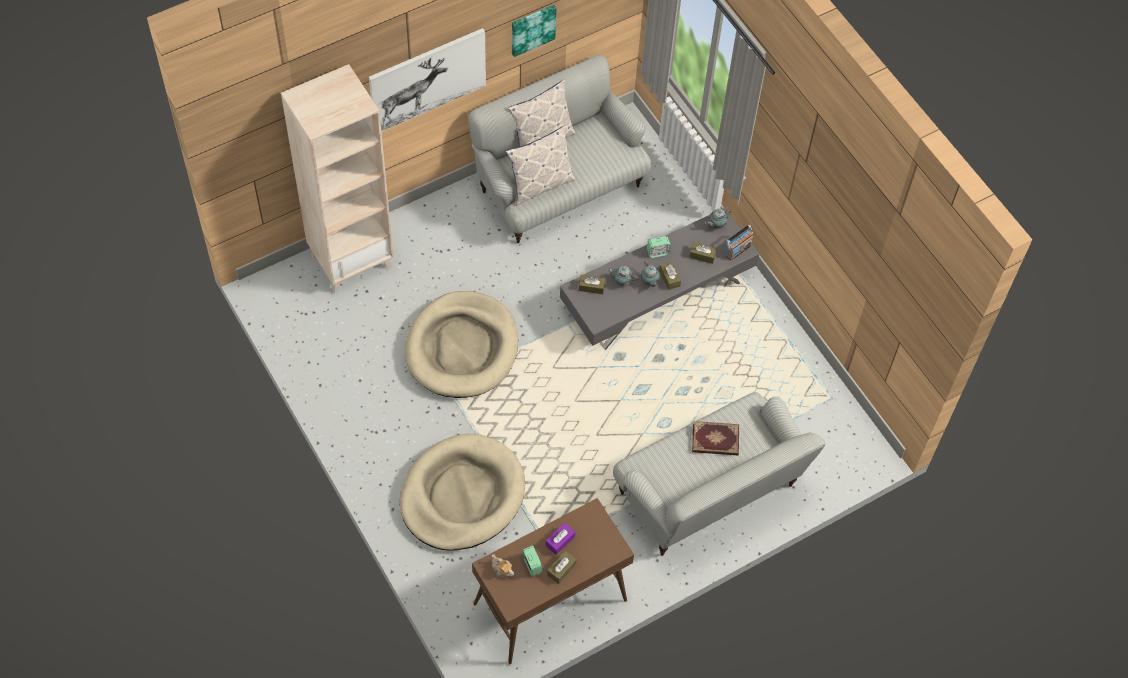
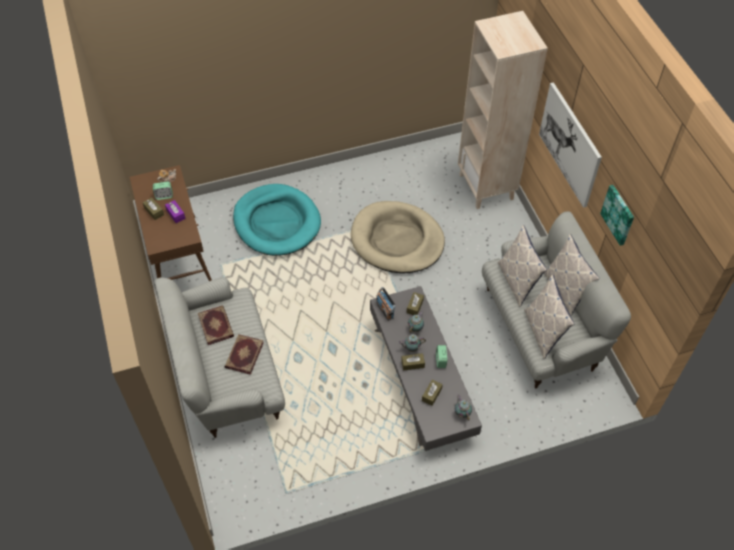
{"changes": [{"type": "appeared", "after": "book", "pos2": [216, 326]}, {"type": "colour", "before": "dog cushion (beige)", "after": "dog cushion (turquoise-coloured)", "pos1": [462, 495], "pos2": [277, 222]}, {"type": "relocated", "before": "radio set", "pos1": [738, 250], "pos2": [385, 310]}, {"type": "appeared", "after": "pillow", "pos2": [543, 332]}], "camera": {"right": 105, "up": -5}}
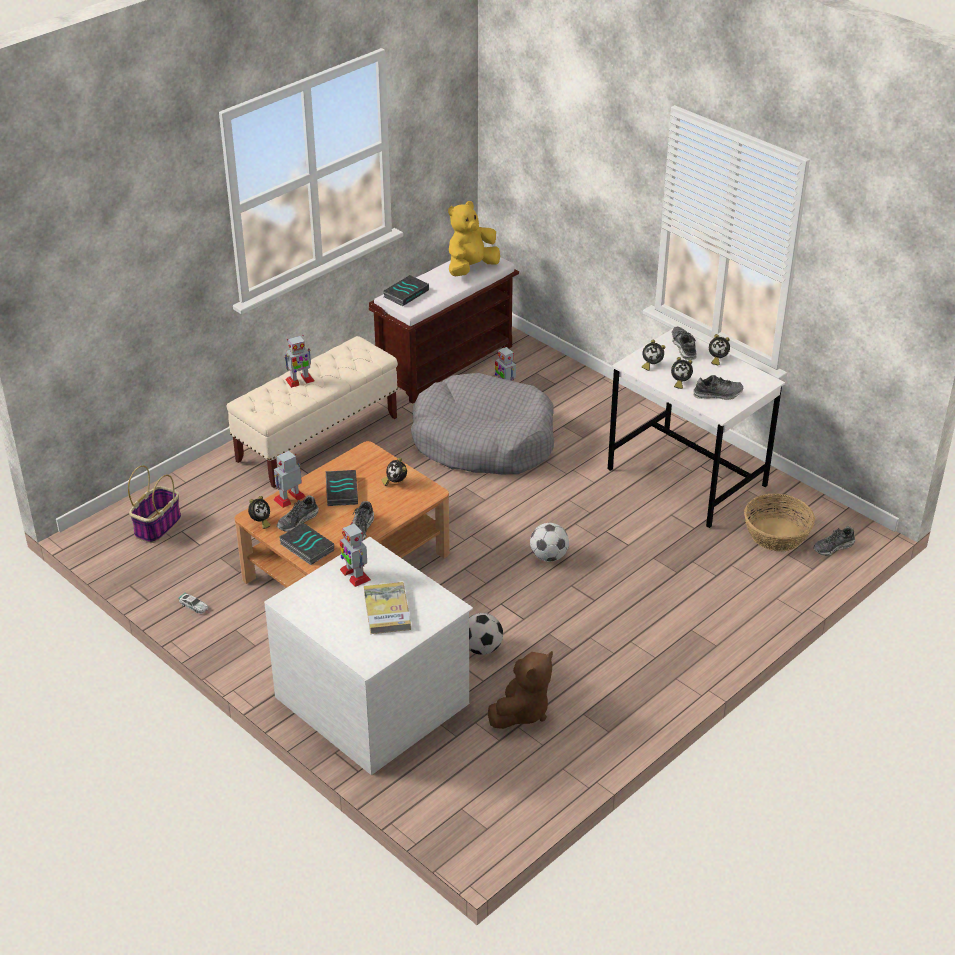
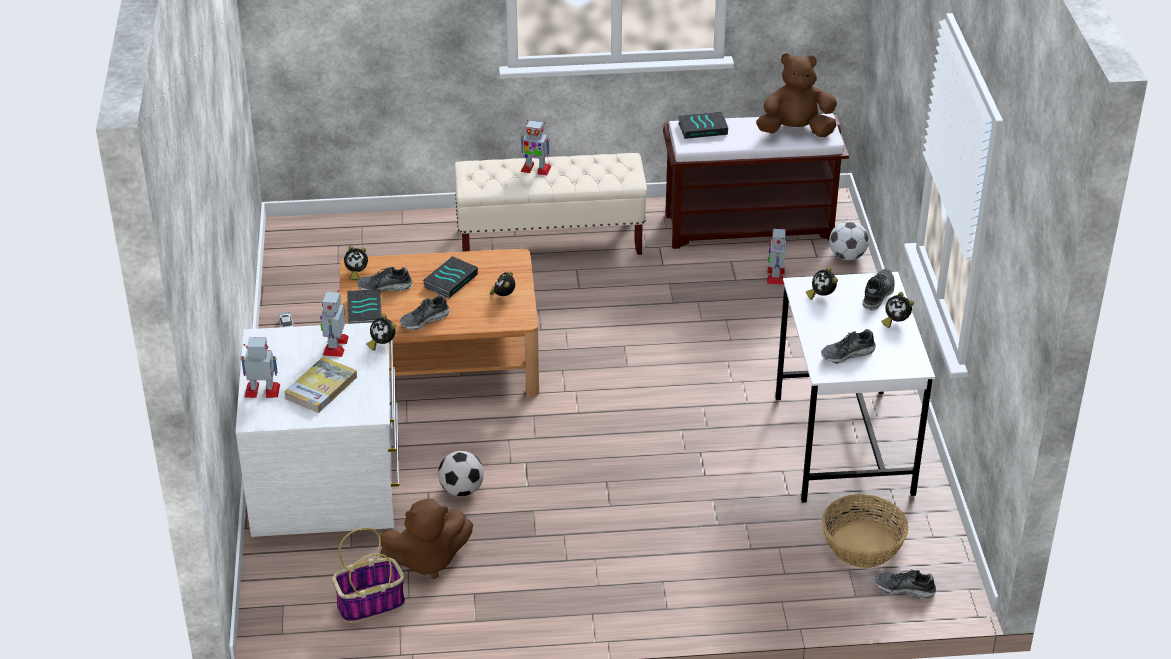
{"changes": [{"type": "relocated", "before": "robot figure", "pos1": [289, 498], "pos2": [263, 390]}, {"type": "relocated", "before": "storage basket", "pos1": [158, 526], "pos2": [371, 603]}, {"type": "relocated", "before": "alarm clock", "pos1": [679, 382], "pos2": [382, 344]}, {"type": "colour", "before": "cuddly toy (yellow-coloured)", "after": "cuddly toy (brownish)", "pos1": [471, 268], "pos2": [795, 131]}, {"type": "spun", "before": "item of footwear", "pos1": [717, 394], "pos2": [847, 354], "turn": 120}, {"type": "relocated", "before": "football", "pos1": [548, 556], "pos2": [847, 256]}, {"type": "missing", "before": "dog cushion (grey)", "pos1": [483, 441]}], "camera": {"right": 40, "up": 0}}
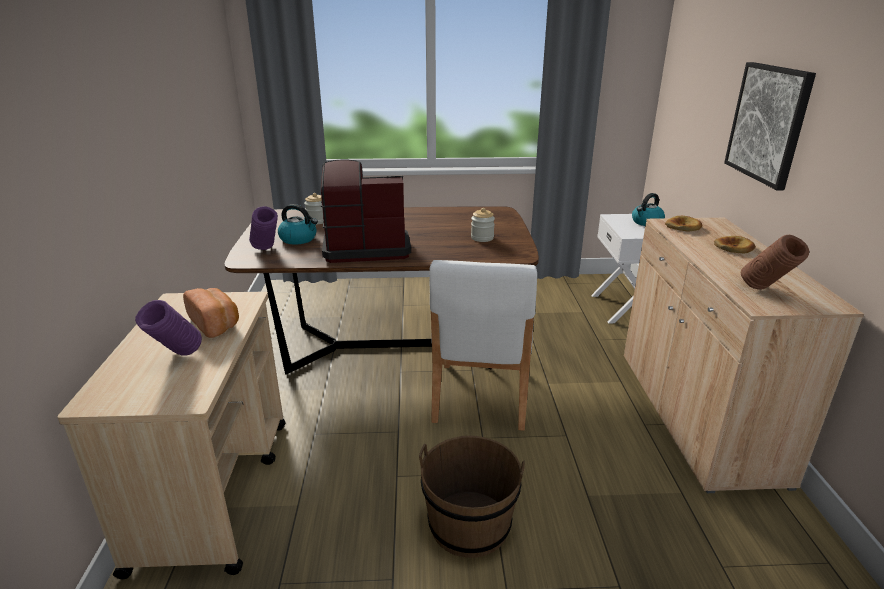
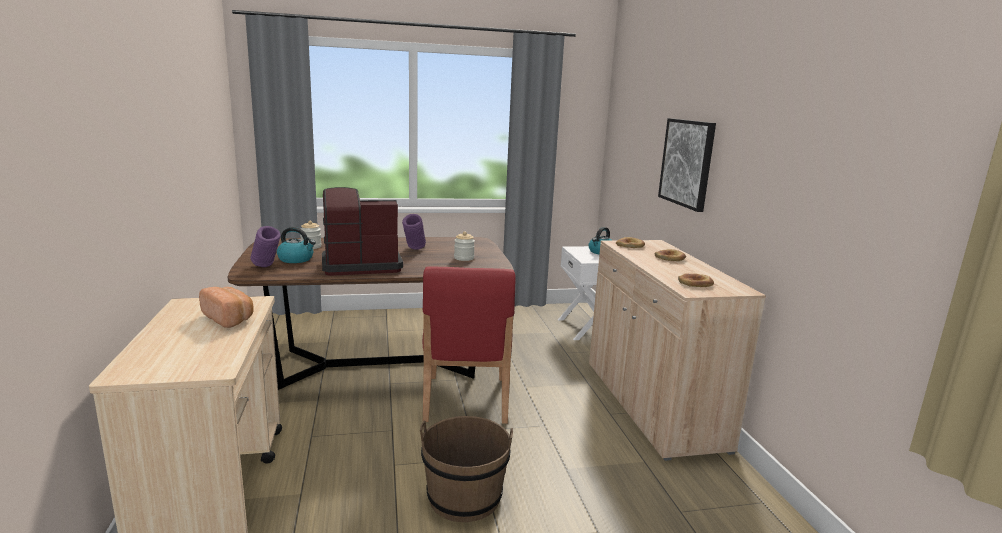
{"changes": [{"type": "relocated", "before": "vase (purplish)", "pos1": [177, 358], "pos2": [414, 250]}, {"type": "colour", "before": "plain chair (white)", "after": "plain chair (reddish)", "pos1": [480, 396], "pos2": [465, 399]}, {"type": "exchanged", "before": "vase (brownish)", "after": "bread", "pos1": [765, 291], "pos2": [695, 283]}], "camera": {"right": -10, "up": -10}}
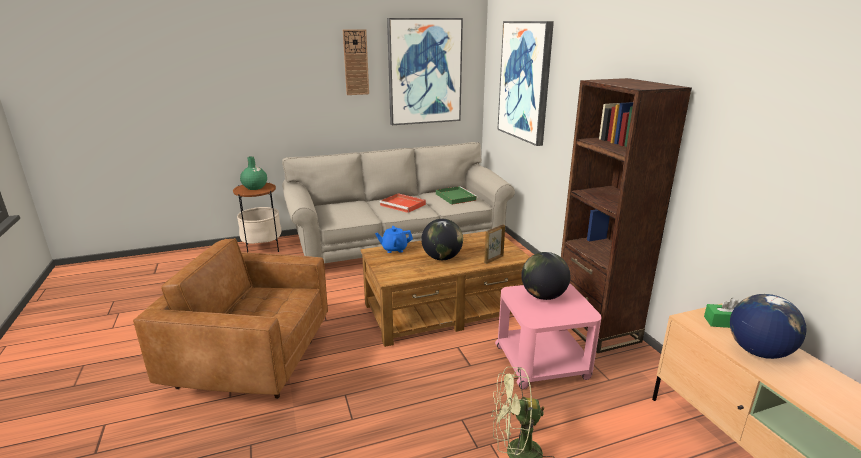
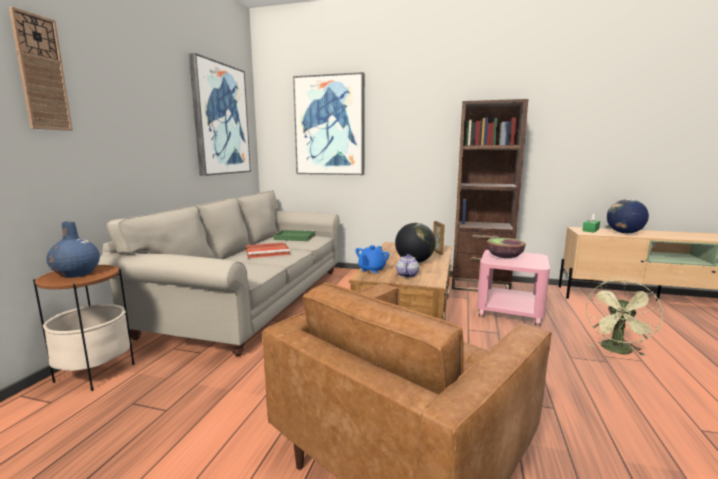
{"changes": [{"type": "relocated", "before": "hanging clock", "pos1": [356, 62], "pos2": [41, 73]}, {"type": "colour", "before": "vase (greenish)", "after": "vase (blue)", "pos1": [255, 187], "pos2": [77, 274]}, {"type": "appeared", "after": "pot for tea", "pos2": [407, 275]}, {"type": "exchanged", "before": "desk globe", "after": "deep dish", "pos1": [543, 296], "pos2": [504, 257]}], "camera": {"right": -55, "up": -10}}
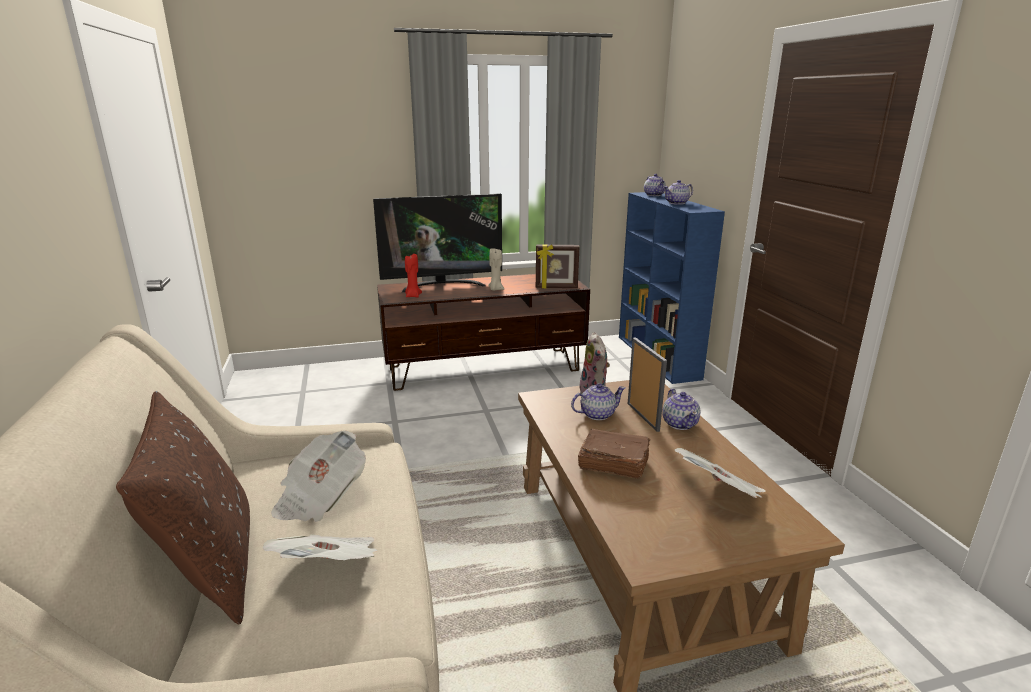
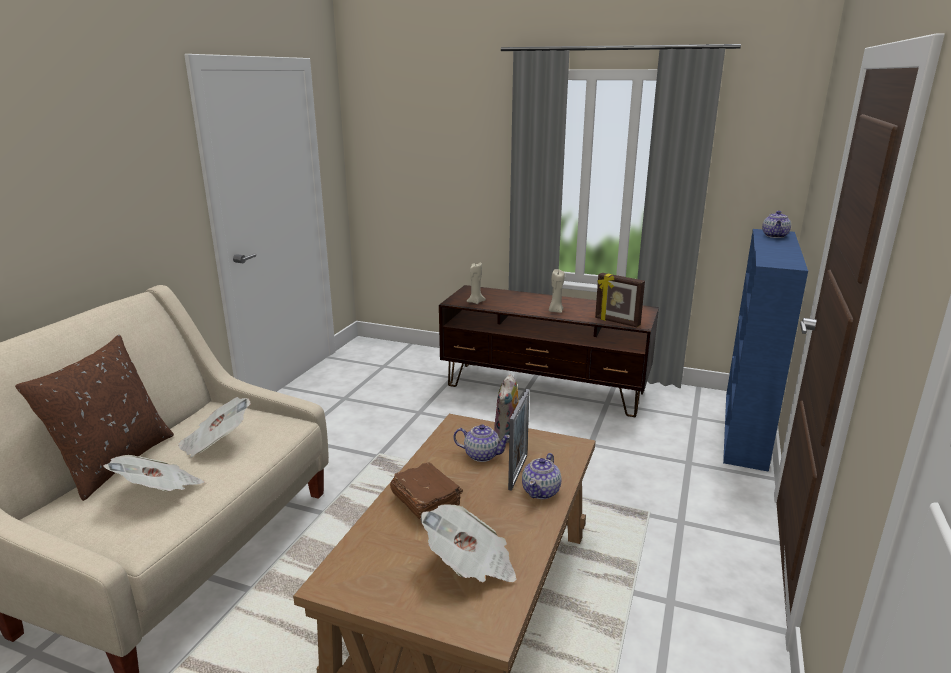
{"changes": [{"type": "colour", "before": "wax light (reddish)", "after": "wax light (beige)", "pos1": [413, 296], "pos2": [475, 302]}, {"type": "missing", "before": "TV set", "pos1": [442, 285]}, {"type": "missing", "before": "pot for tea", "pos1": [677, 203]}], "camera": {"right": 35, "up": 0}}
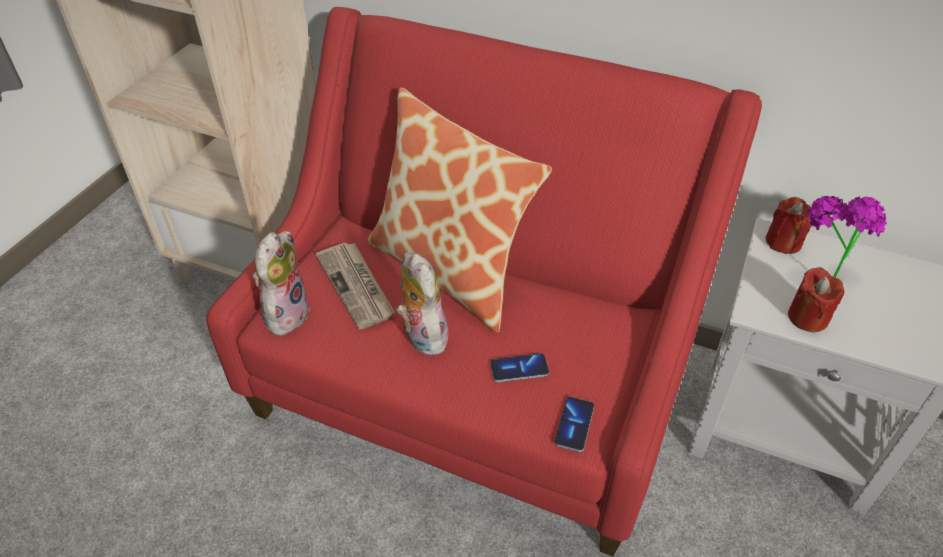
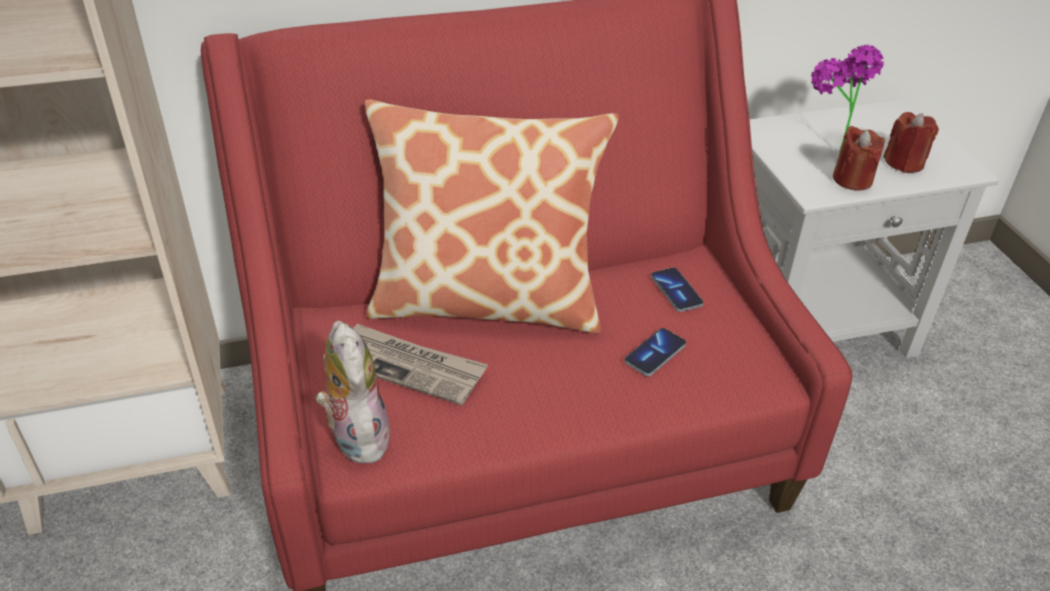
{"changes": [{"type": "relocated", "before": "phone", "pos1": [574, 425], "pos2": [676, 291]}, {"type": "relocated", "before": "wax light (reddish)", "pos1": [783, 242], "pos2": [904, 163]}, {"type": "missing", "before": "cuddly toy", "pos1": [422, 335]}], "camera": {"right": -40, "up": -5}}
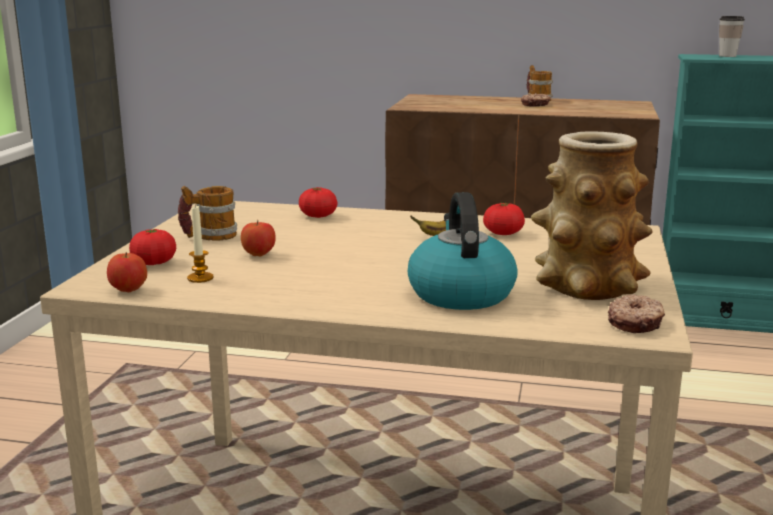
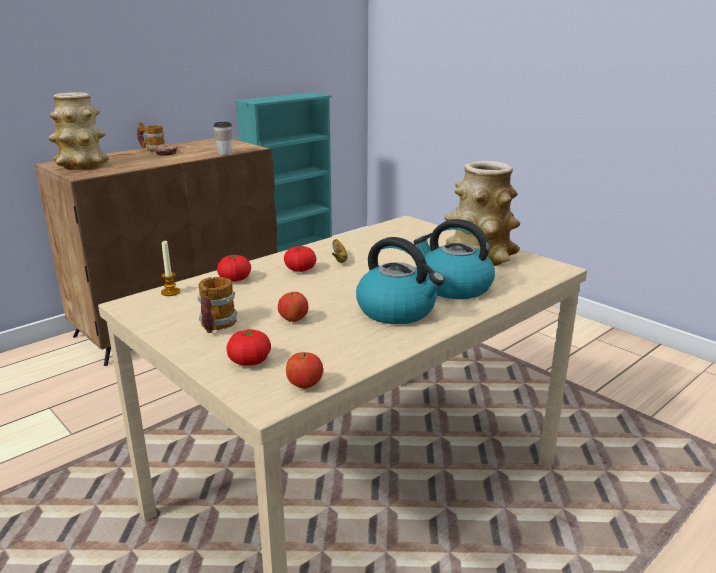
{"changes": [{"type": "appeared", "after": "vase", "pos2": [82, 166]}, {"type": "relocated", "before": "wax light", "pos1": [200, 278], "pos2": [170, 292]}, {"type": "relocated", "before": "drinking cup", "pos1": [727, 56], "pos2": [225, 153]}, {"type": "relocated", "before": "whole tomato", "pos1": [503, 233], "pos2": [300, 269]}, {"type": "appeared", "after": "kettle", "pos2": [397, 311]}, {"type": "missing", "before": "ring doughnut", "pos1": [636, 323]}], "camera": {"right": -55, "up": 5}}
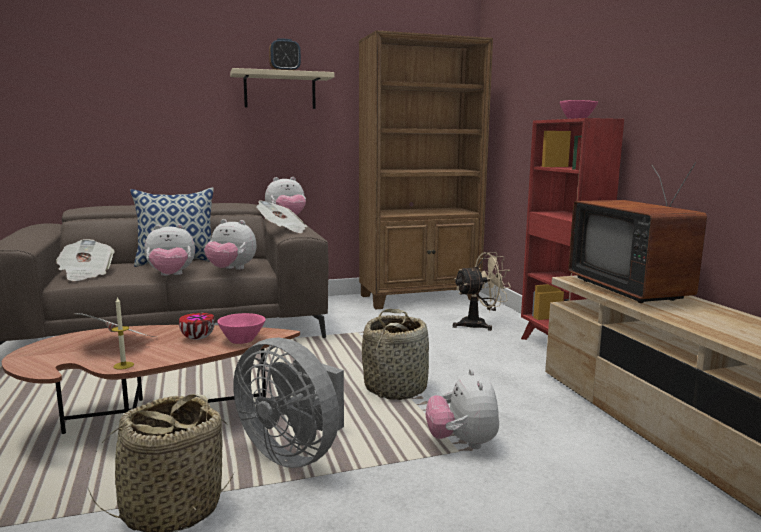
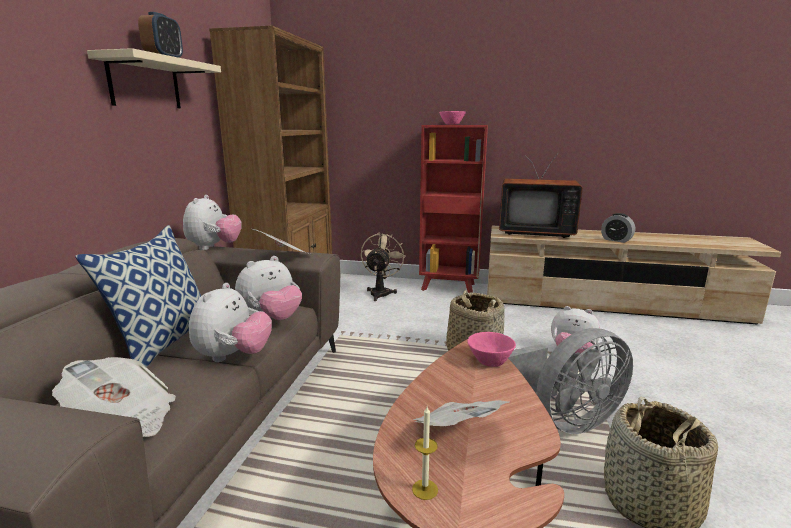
{"changes": [{"type": "relocated", "before": "wax light", "pos1": [123, 365], "pos2": [425, 489]}, {"type": "appeared", "after": "alarm clock", "pos2": [616, 240]}, {"type": "missing", "before": "deep dish", "pos1": [197, 338]}], "camera": {"right": -60, "up": 5}}
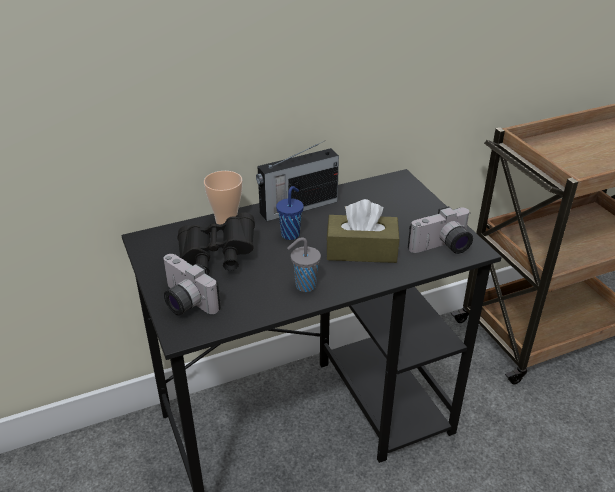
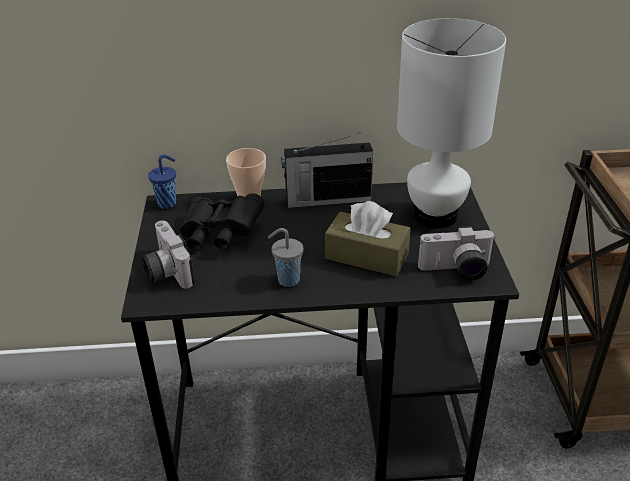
{"changes": [{"type": "relocated", "before": "drinking cup (blue)", "pos1": [291, 234], "pos2": [168, 203]}, {"type": "appeared", "after": "tabletop lamp (white)", "pos2": [434, 215]}], "camera": {"right": 20, "up": 0}}
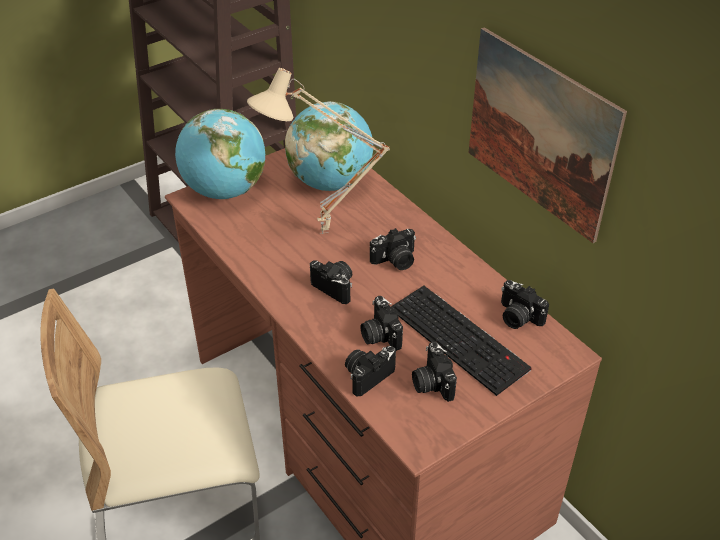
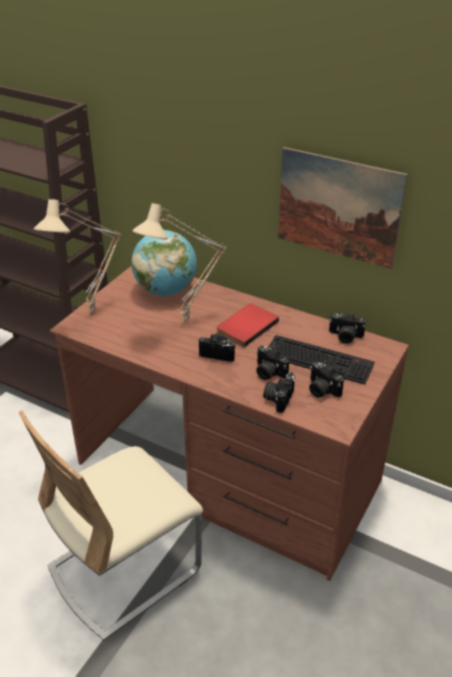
{"changes": [{"type": "exchanged", "before": "desk globe", "after": "tabletop lamp (beige)", "pos1": [225, 191], "pos2": [94, 315]}, {"type": "exchanged", "before": "photo camera", "after": "book (reddish)", "pos1": [395, 261], "pos2": [245, 326]}], "camera": {"right": -25, "up": -5}}
